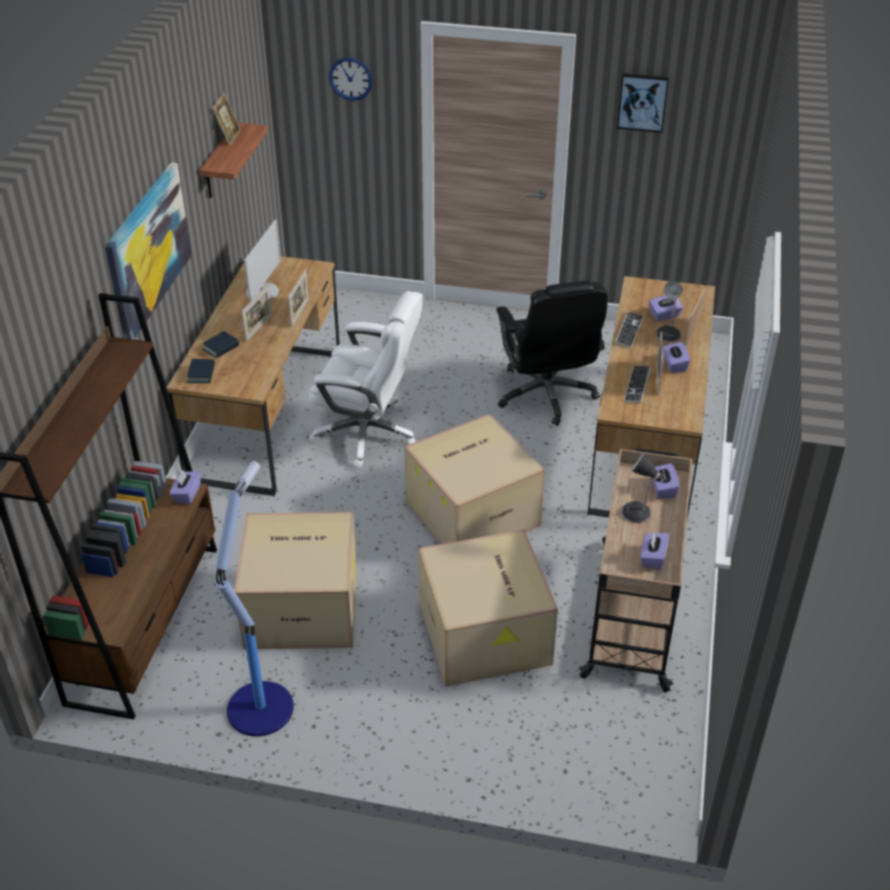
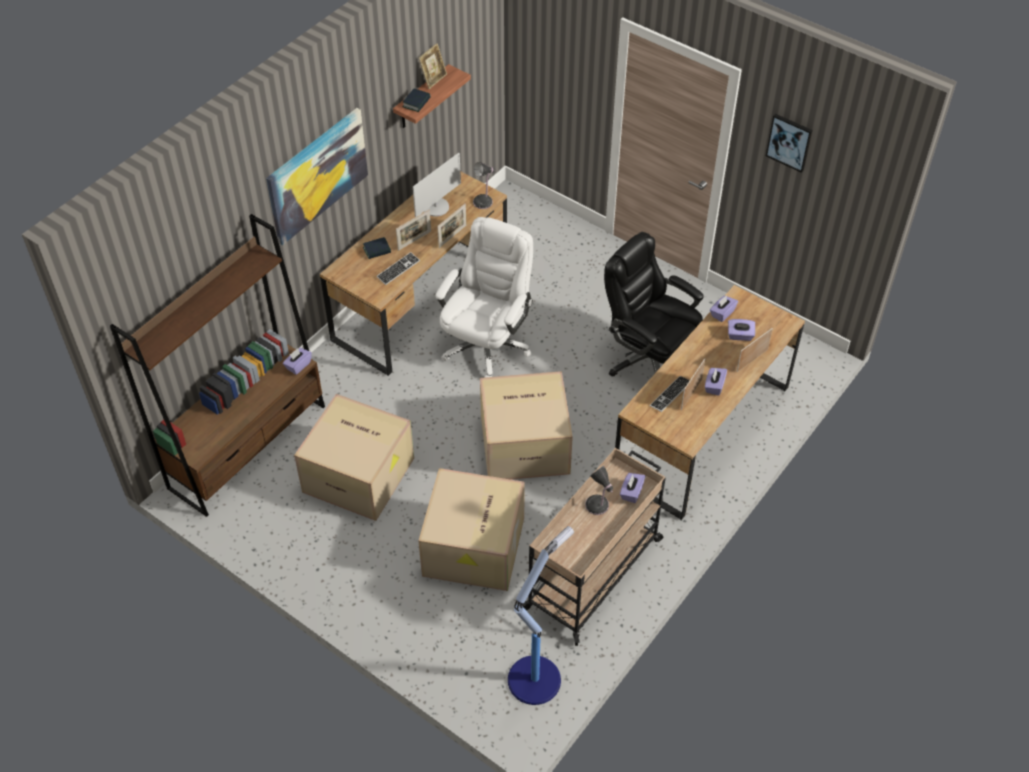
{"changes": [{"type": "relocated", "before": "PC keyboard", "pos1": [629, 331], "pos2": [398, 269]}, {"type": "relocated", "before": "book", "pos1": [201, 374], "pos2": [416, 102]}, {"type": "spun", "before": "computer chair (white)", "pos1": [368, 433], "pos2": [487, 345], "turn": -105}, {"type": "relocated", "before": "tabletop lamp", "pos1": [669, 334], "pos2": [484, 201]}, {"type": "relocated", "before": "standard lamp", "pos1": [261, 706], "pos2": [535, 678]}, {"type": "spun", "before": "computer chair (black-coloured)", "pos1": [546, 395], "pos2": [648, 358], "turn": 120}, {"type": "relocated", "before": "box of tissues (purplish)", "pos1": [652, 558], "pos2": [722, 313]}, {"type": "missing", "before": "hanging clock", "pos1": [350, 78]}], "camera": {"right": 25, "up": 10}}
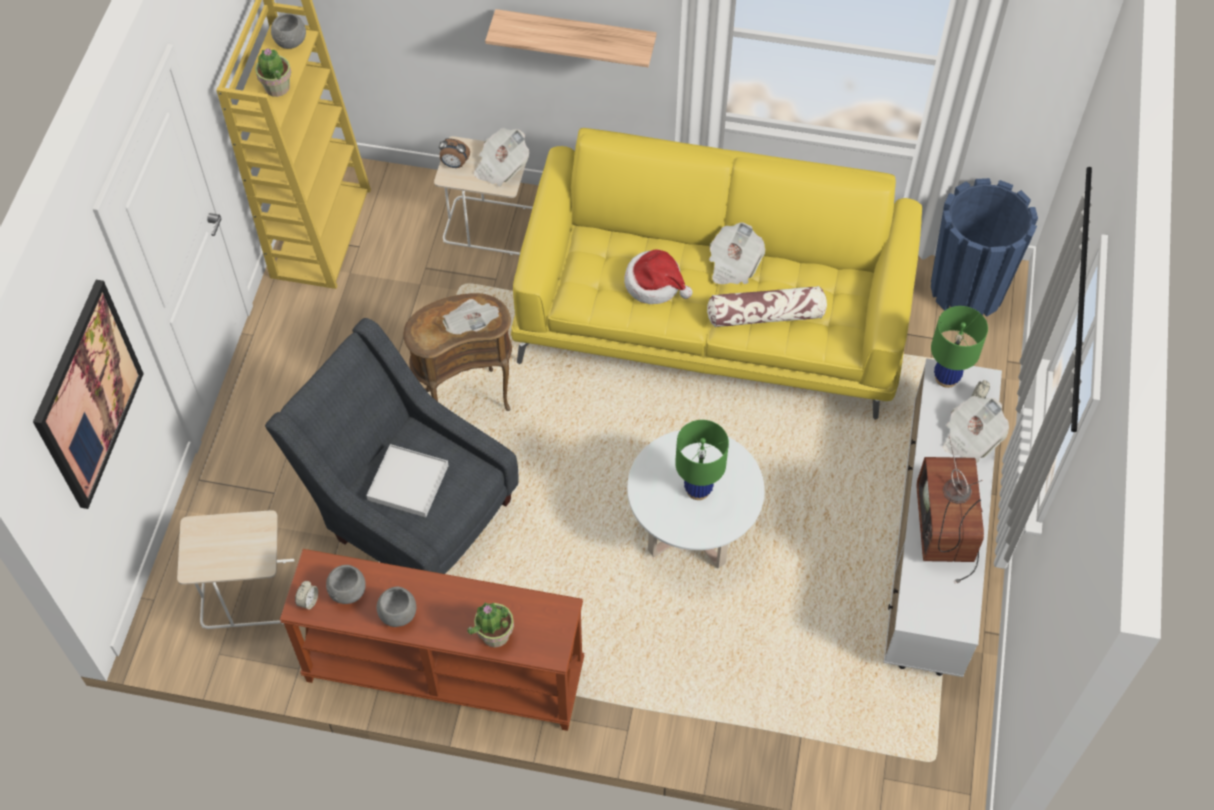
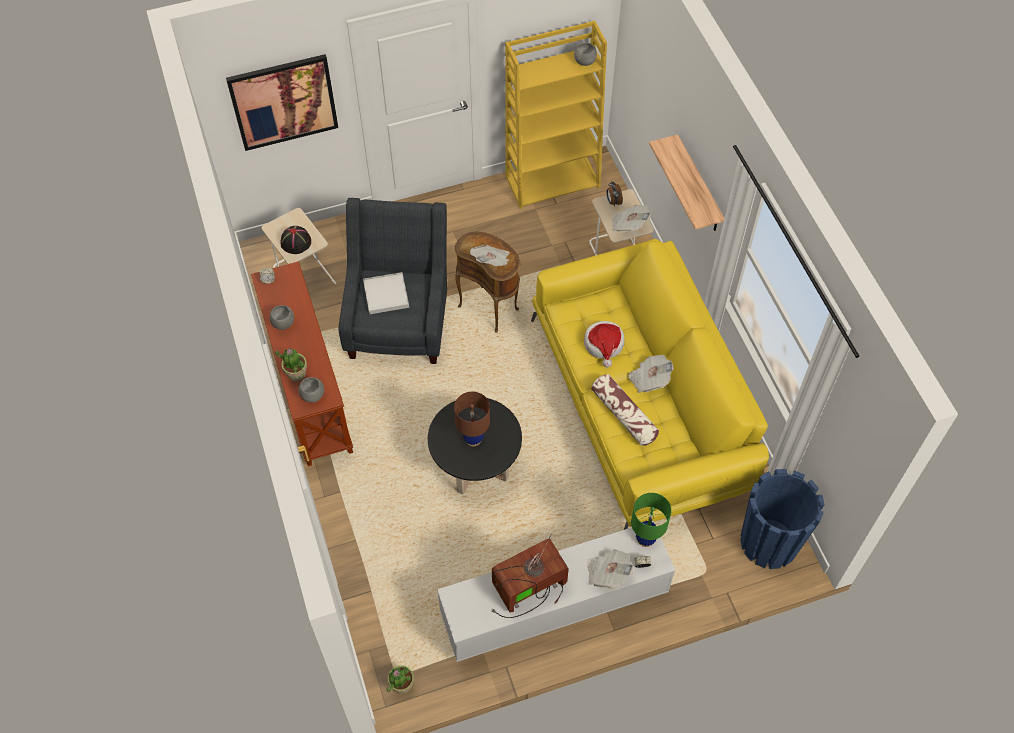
{"changes": [{"type": "appeared", "after": "clothing hat (black-coloured)", "pos2": [296, 242]}, {"type": "relocated", "before": "deep dish (grey)", "pos1": [348, 592], "pos2": [313, 395]}, {"type": "relocated", "before": "plant in a pot", "pos1": [277, 88], "pos2": [401, 685]}, {"type": "colour", "before": "low table (white)", "after": "low table (black-coloured)", "pos1": [692, 529], "pos2": [476, 466]}, {"type": "colour", "before": "tabletop lamp (greenish)", "after": "tabletop lamp (brownish)", "pos1": [698, 490], "pos2": [473, 439]}], "camera": {"right": 60, "up": 0}}
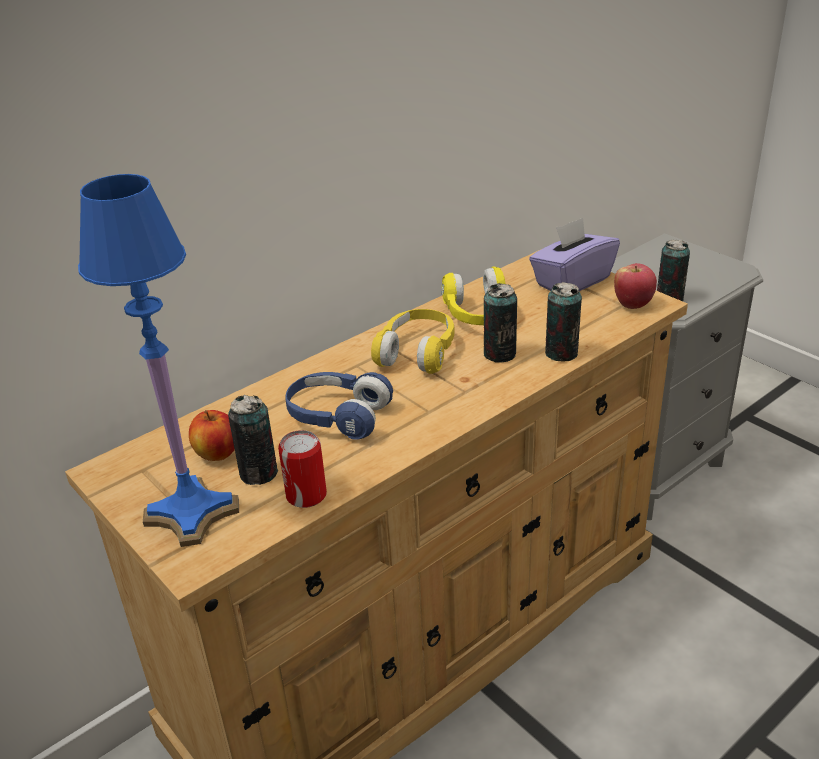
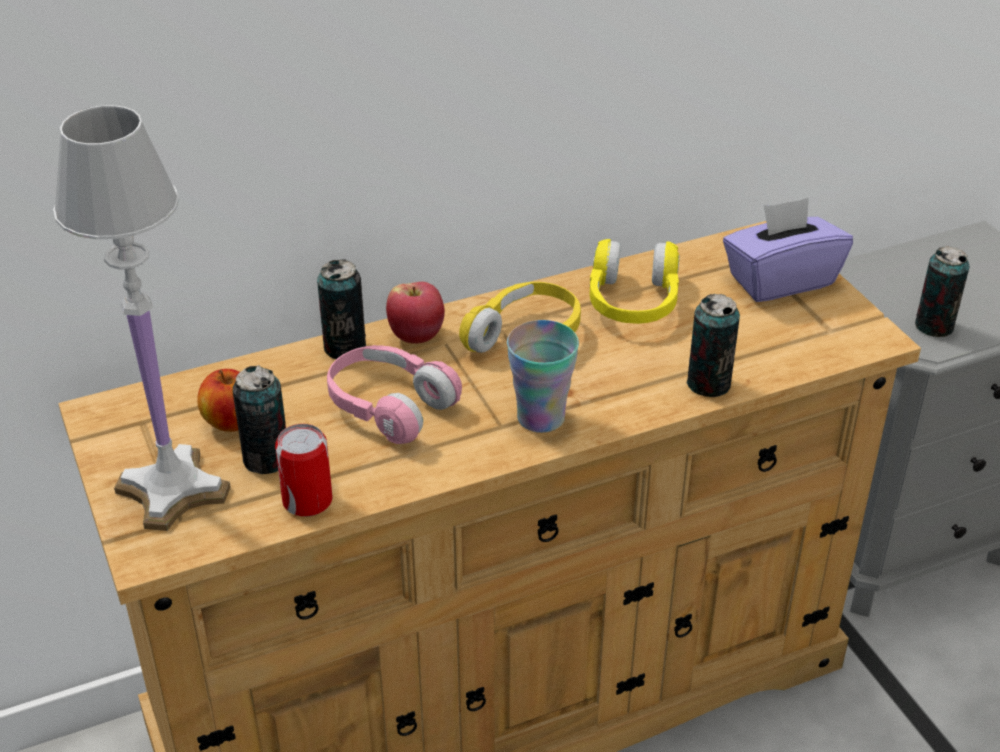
{"changes": [{"type": "colour", "before": "tabletop lamp (blue)", "after": "tabletop lamp (white)", "pos1": [193, 512], "pos2": [174, 489]}, {"type": "relocated", "before": "can", "pos1": [499, 354], "pos2": [345, 348]}, {"type": "colour", "before": "headphones (blue)", "after": "headphones (pink)", "pos1": [338, 417], "pos2": [389, 407]}, {"type": "relocated", "before": "apple fruit", "pos1": [633, 304], "pos2": [417, 336]}, {"type": "appeared", "after": "drinking cup", "pos2": [541, 418]}], "camera": {"right": 15, "up": 5}}
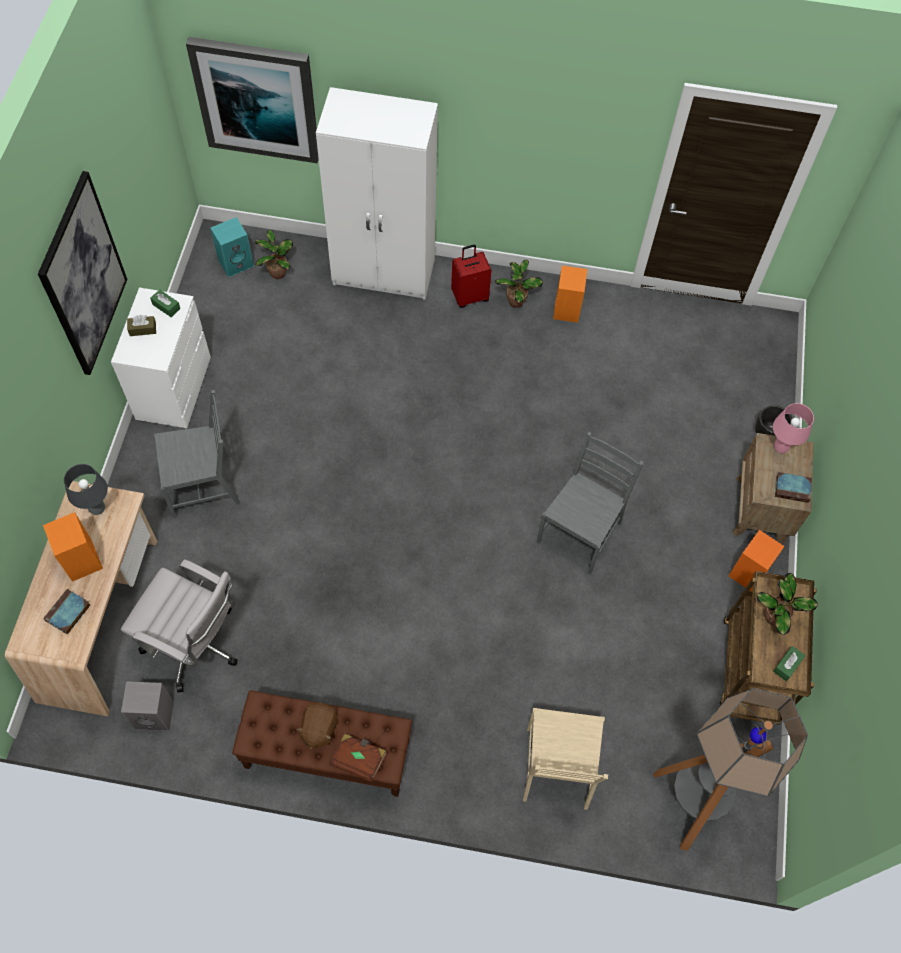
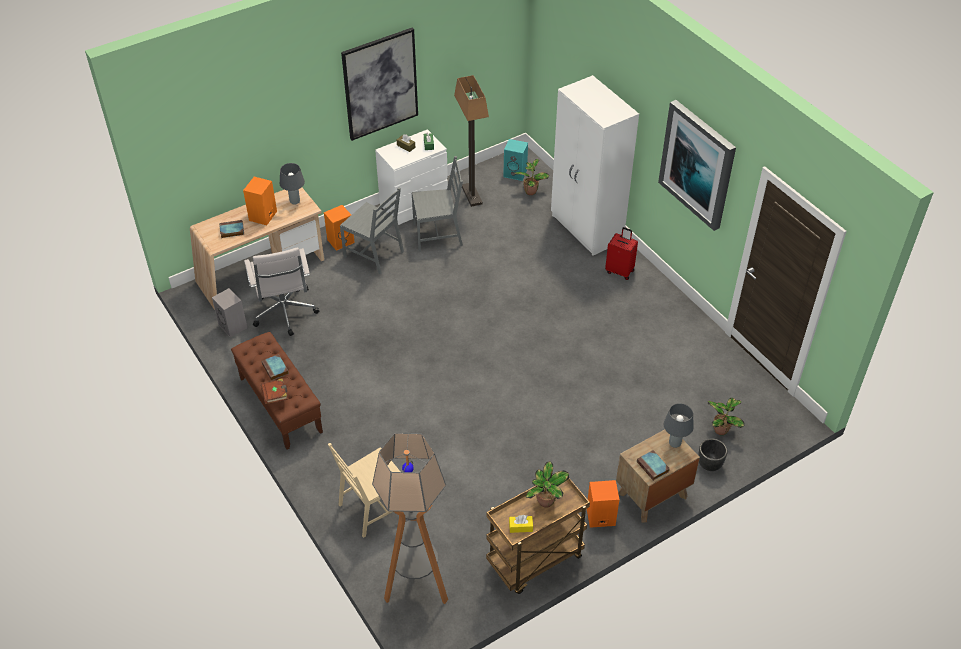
{"changes": [{"type": "exchanged", "before": "cuddly toy (brownish)", "after": "book", "pos1": [318, 729], "pos2": [275, 369]}, {"type": "relocated", "before": "audio speaker (orangey)", "pos1": [566, 308], "pos2": [341, 240]}, {"type": "relocated", "before": "plain chair (grey)", "pos1": [580, 532], "pos2": [438, 235]}, {"type": "appeared", "after": "standard lamp", "pos2": [471, 195]}, {"type": "colour", "before": "box of tissues (greenish)", "after": "box of tissues (yellow-coloured)", "pos1": [787, 665], "pos2": [520, 527]}, {"type": "relocated", "before": "picture", "pos1": [257, 99], "pos2": [698, 164]}, {"type": "colour", "before": "tabletop lamp (pink)", "after": "tabletop lamp (grey)", "pos1": [780, 447], "pos2": [675, 443]}, {"type": "relocated", "before": "plant in a pot", "pos1": [516, 300], "pos2": [721, 429]}], "camera": {"right": 50, "up": -15}}
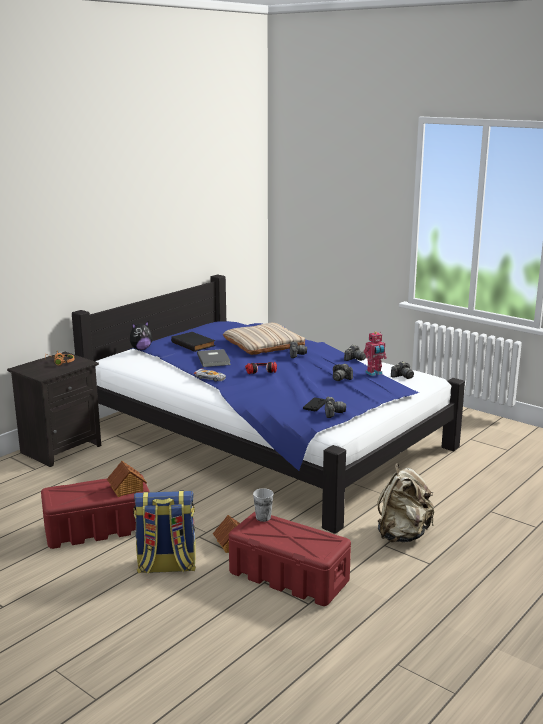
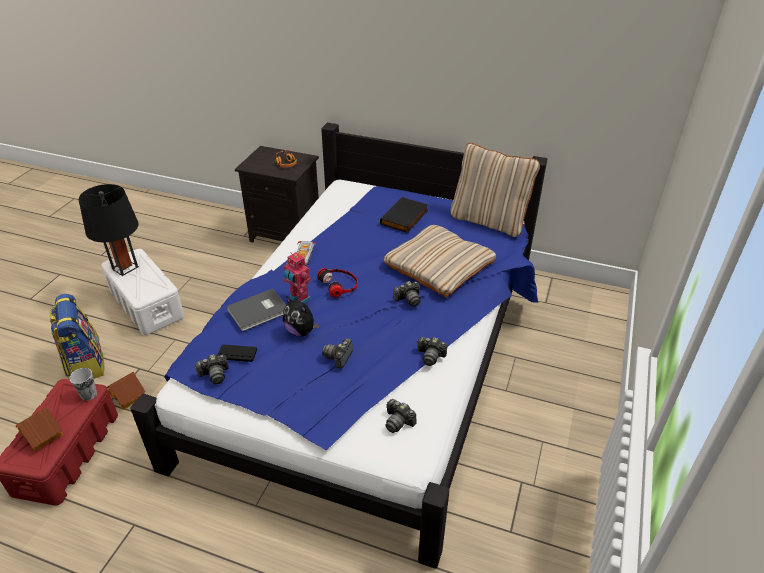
{"changes": [{"type": "relocated", "before": "toy house", "pos1": [127, 489], "pos2": [41, 434]}, {"type": "appeared", "after": "tabletop lamp (black-coloured)", "pos2": [125, 268]}, {"type": "colour", "before": "storage box (reddish)", "after": "storage box (white)", "pos1": [97, 528], "pos2": [146, 304]}, {"type": "relocated", "before": "book (grey)", "pos1": [214, 359], "pos2": [259, 311]}, {"type": "relocated", "before": "cuddly toy", "pos1": [141, 349], "pos2": [301, 331]}, {"type": "relocated", "before": "robot figure", "pos1": [374, 373], "pos2": [299, 299]}, {"type": "appeared", "after": "pillow (beige)", "pos2": [489, 221]}, {"type": "missing", "before": "rucksack (beige)", "pos1": [402, 535]}], "camera": {"right": 70, "up": 20}}
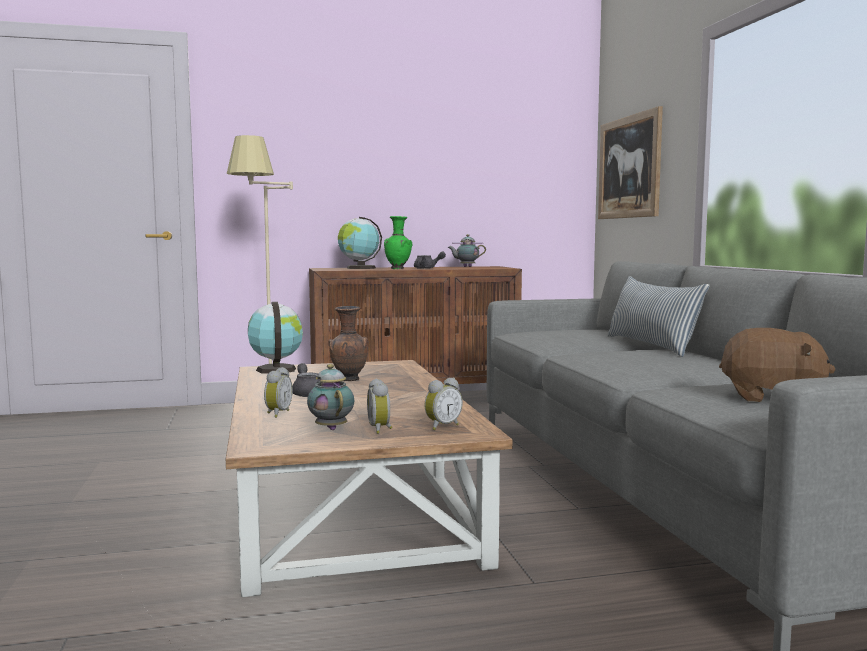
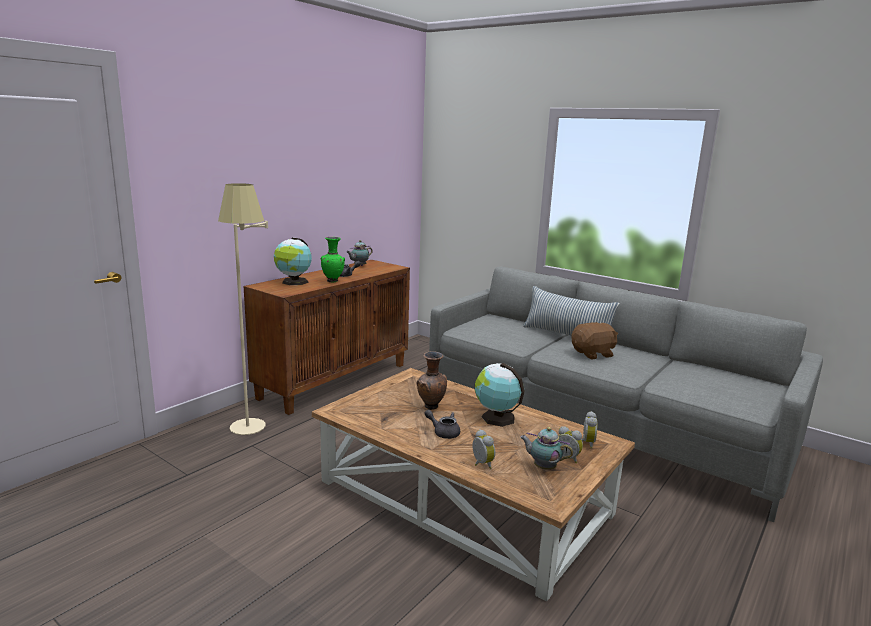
{"changes": [{"type": "relocated", "before": "desk globe", "pos1": [276, 369], "pos2": [496, 417]}, {"type": "relocated", "before": "cuddly toy (brownish)", "pos1": [771, 398], "pos2": [593, 354]}, {"type": "missing", "before": "picture", "pos1": [629, 167]}], "camera": {"right": -40, "up": 10}}
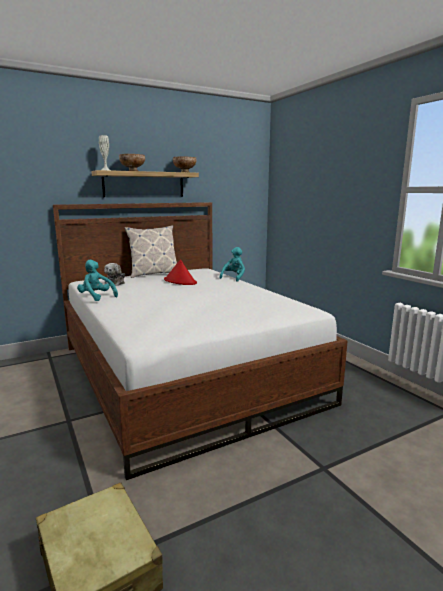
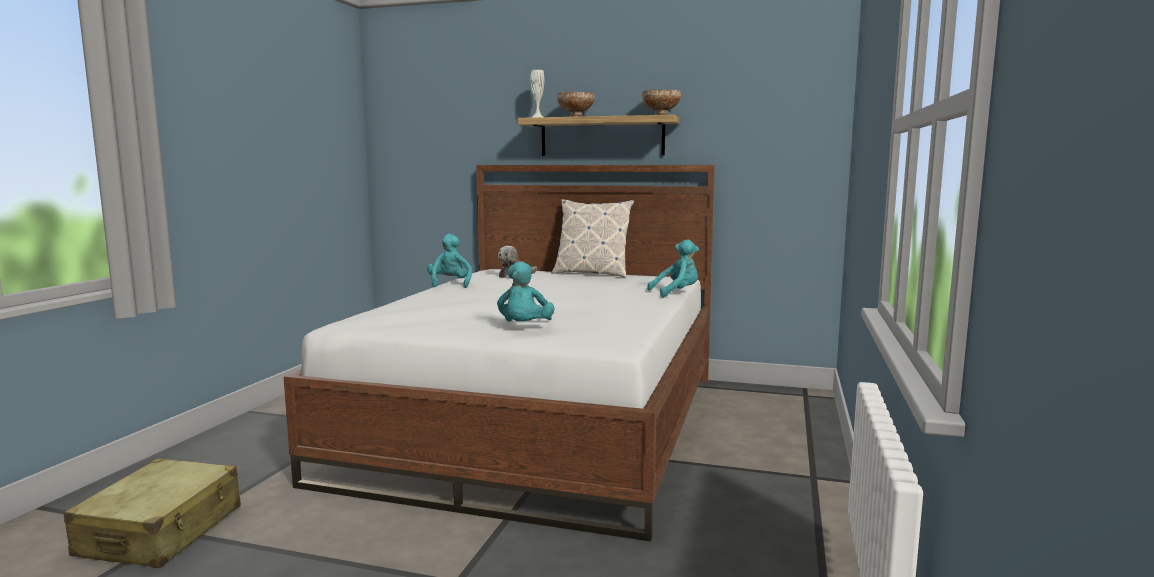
{"changes": [{"type": "appeared", "after": "cuddly toy (turquoise-coloured)", "pos2": [525, 328]}, {"type": "missing", "before": "clothing hat (reddish)", "pos1": [180, 281]}], "camera": {"right": 45, "up": -5}}
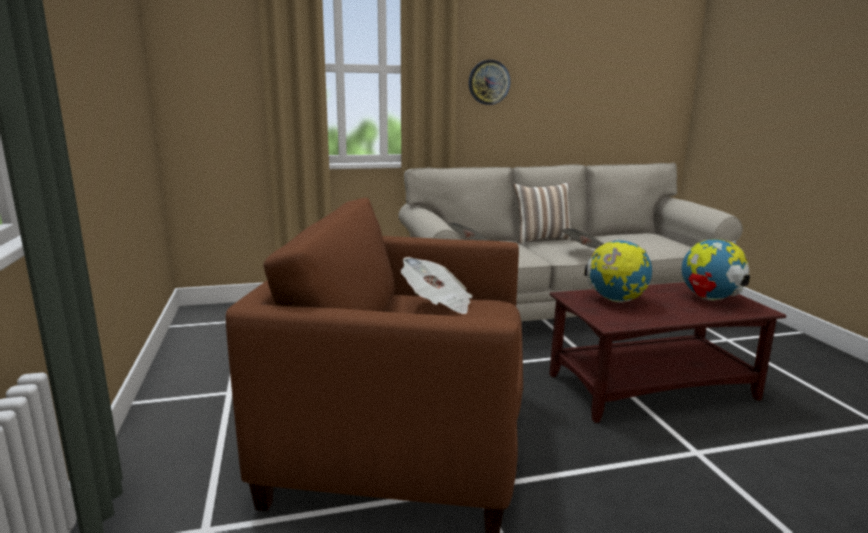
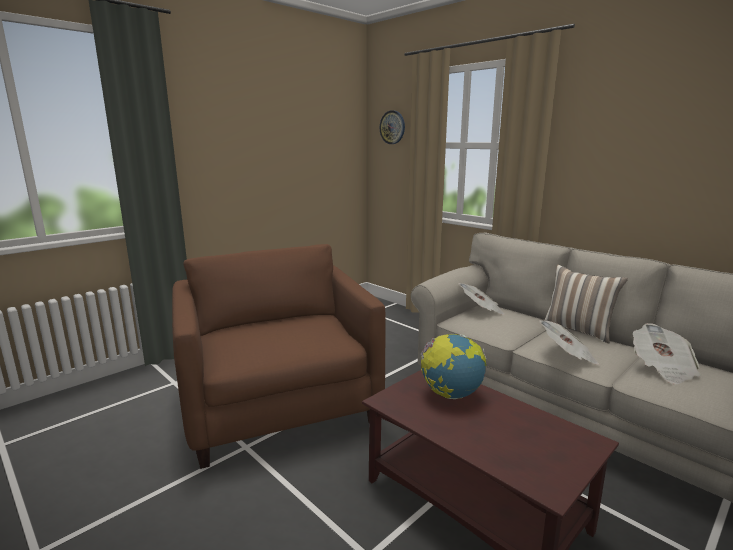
{"changes": [{"type": "relocated", "before": "hanging clock", "pos1": [489, 82], "pos2": [392, 127]}, {"type": "relocated", "before": "daily paper", "pos1": [437, 304], "pos2": [662, 368]}, {"type": "missing", "before": "desk globe", "pos1": [709, 299]}], "camera": {"right": 60, "up": 0}}
